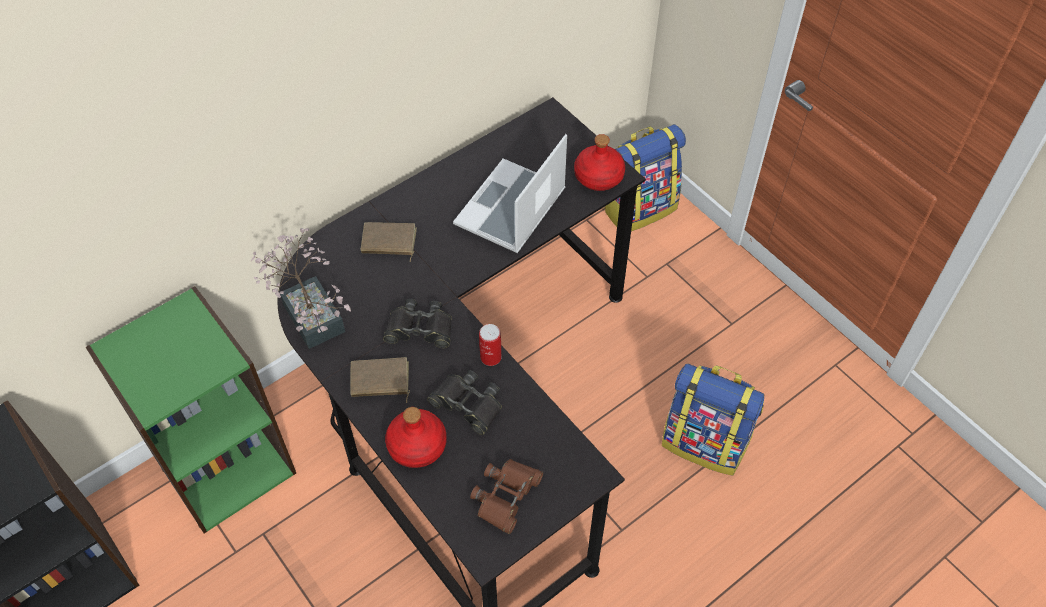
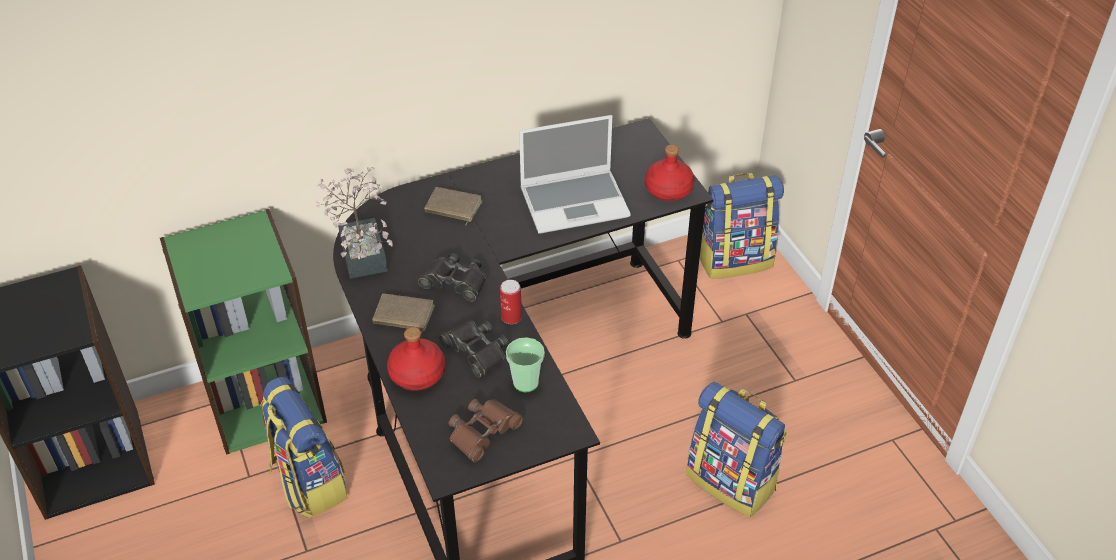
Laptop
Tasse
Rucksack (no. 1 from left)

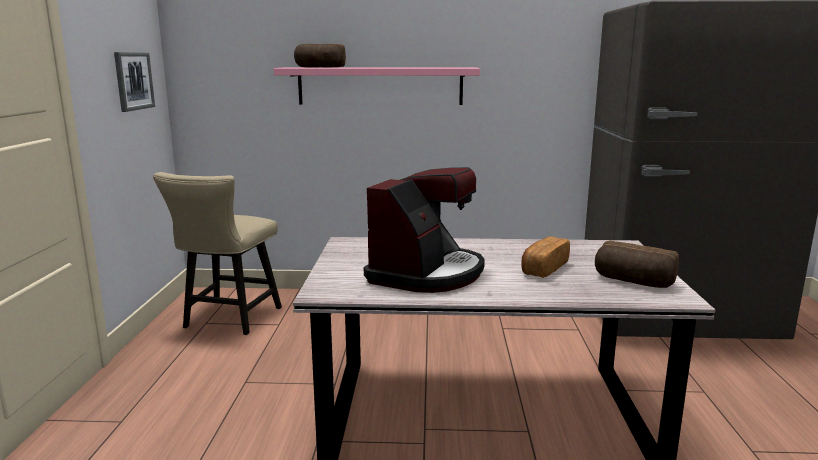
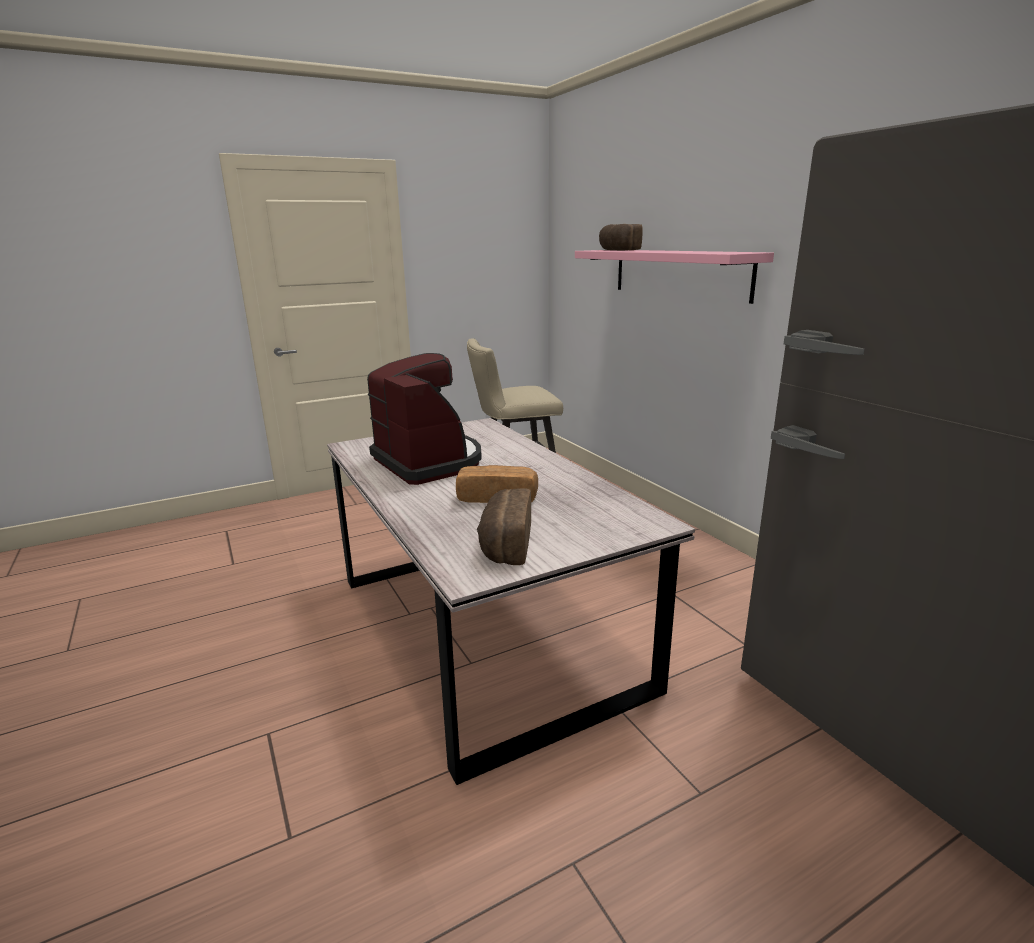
Bild
Kaffeemaschine

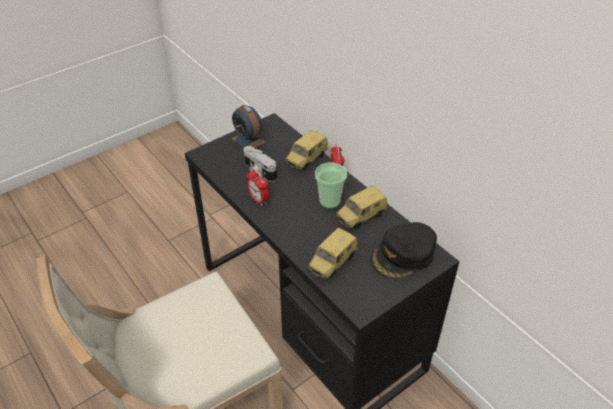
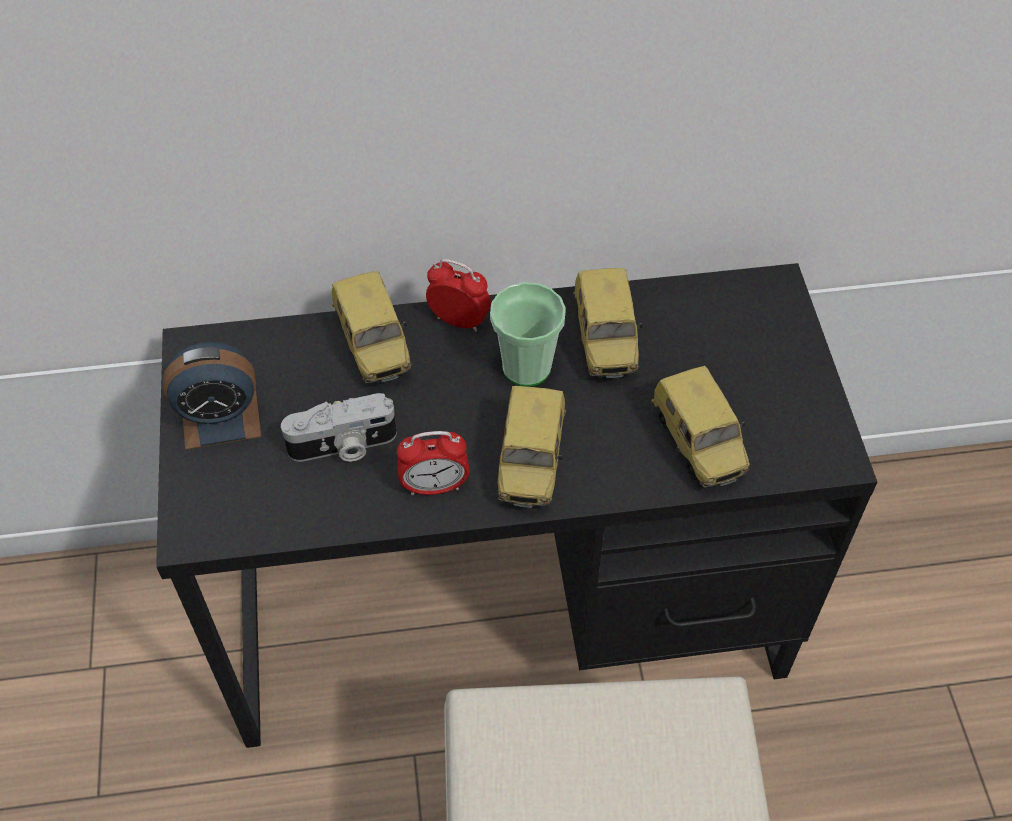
Kappe [schwarz]
Spielzeugauto (no. 2 from left)

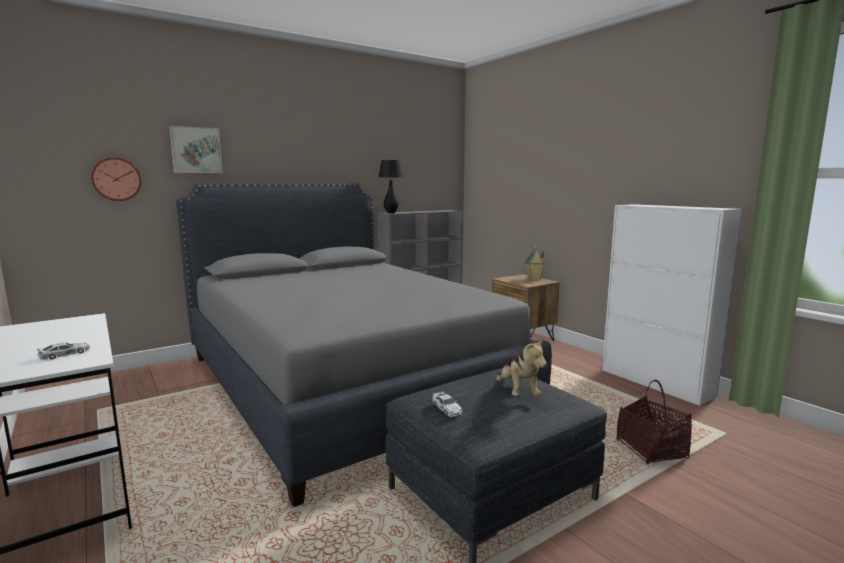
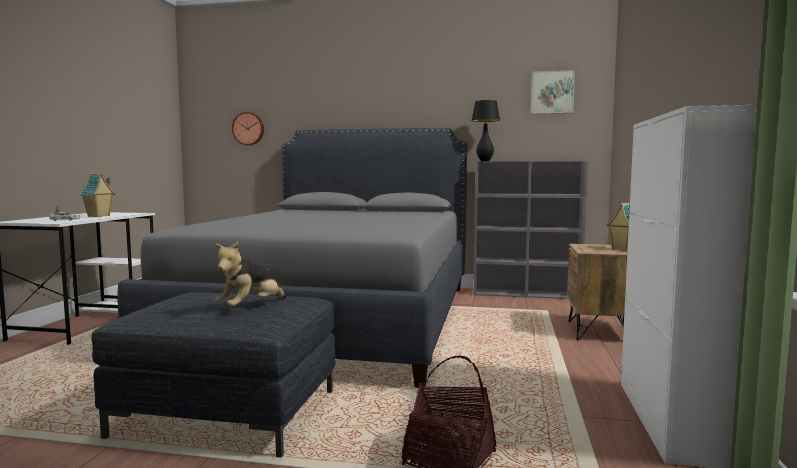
Bild
Spielzeugauto (no. 2 from left in the first image)
Spielzeughaus (no. 1 from left)

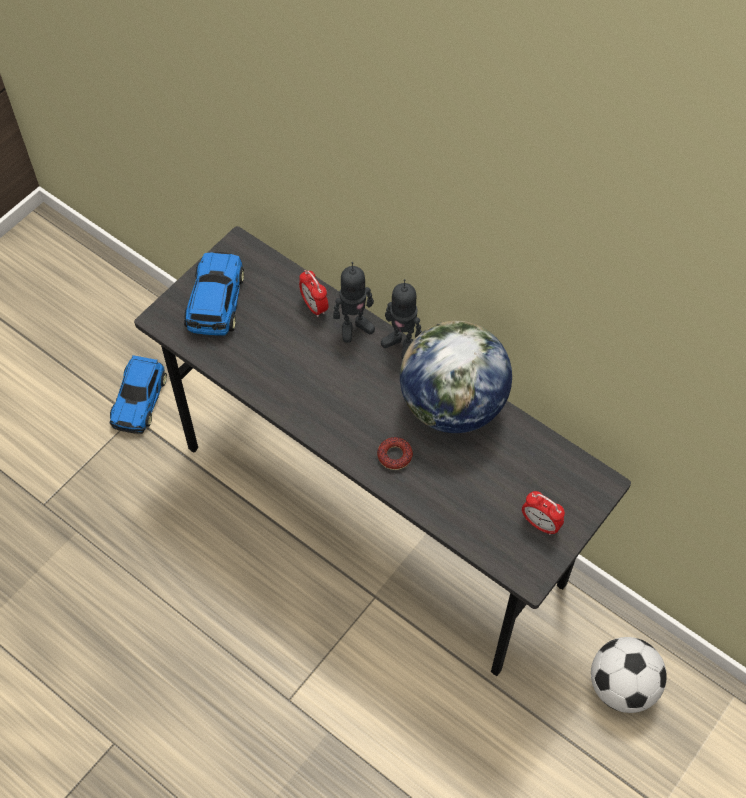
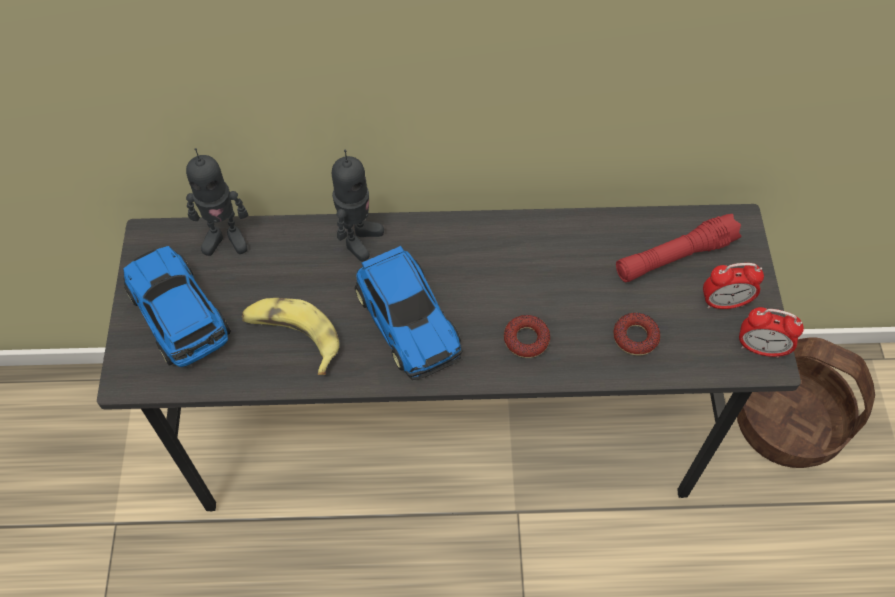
Wecker (no. 2 from left)
Spielzeugroboter (no. 1 from left)
Globus
Spielzeugauto (no. 2 from left)
Korb
Taschenlampe [rot]
Banane
Donut (no. 2 from left)

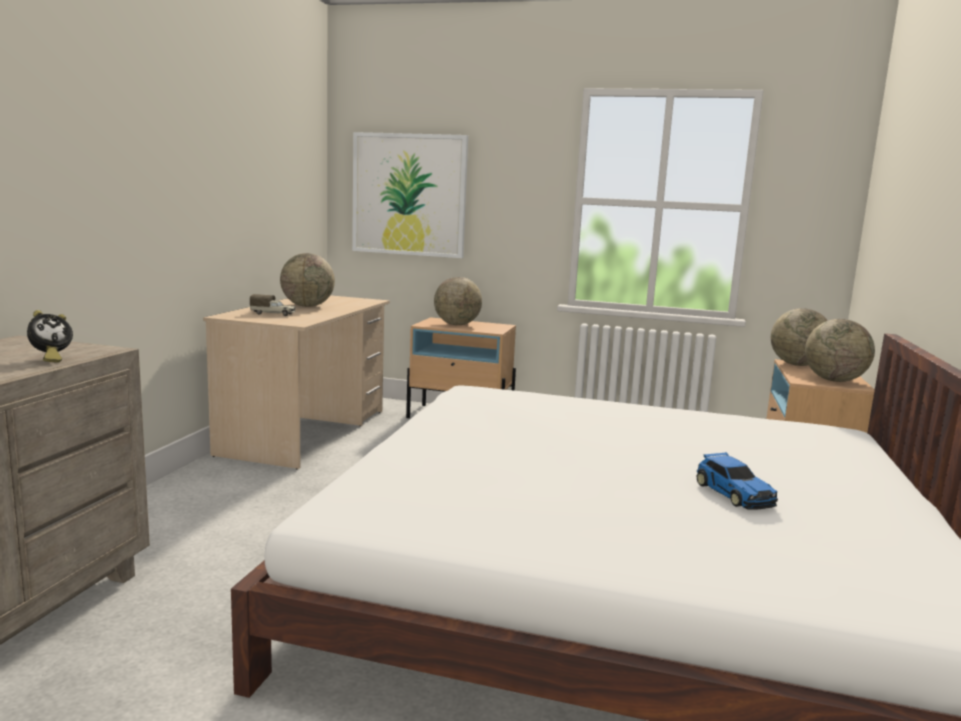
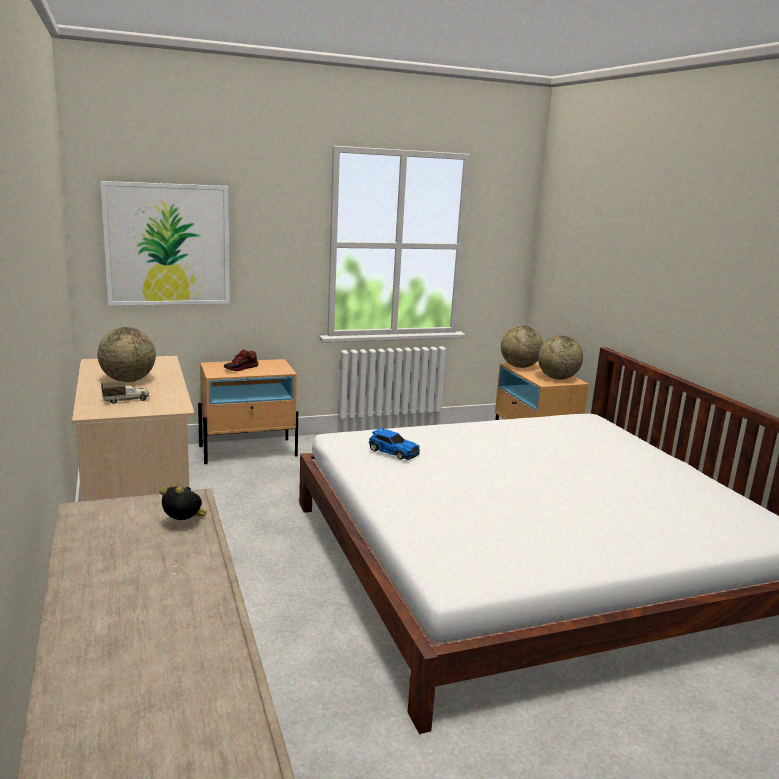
Schuh
Wecker
Spielzeugauto

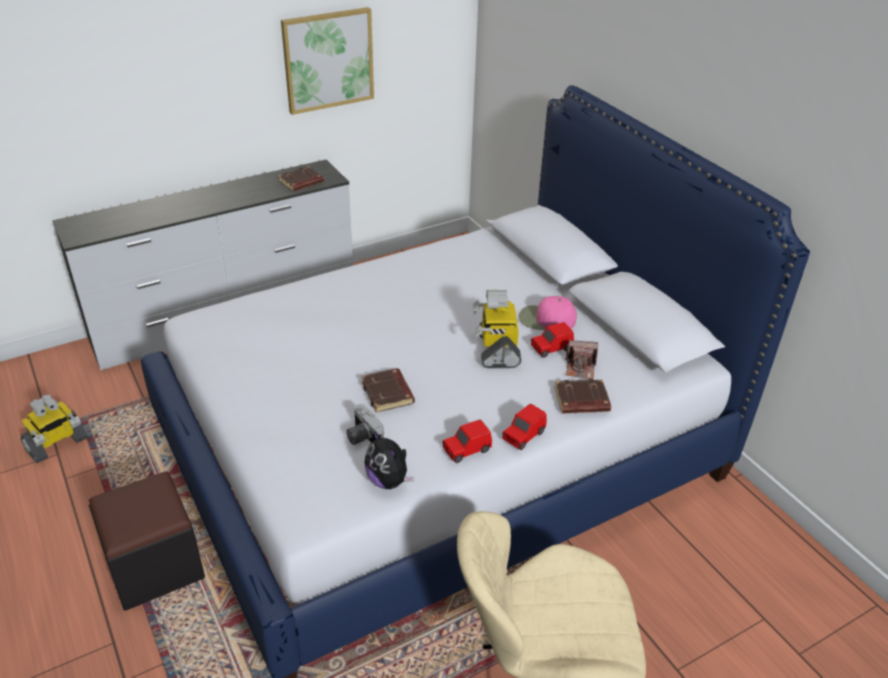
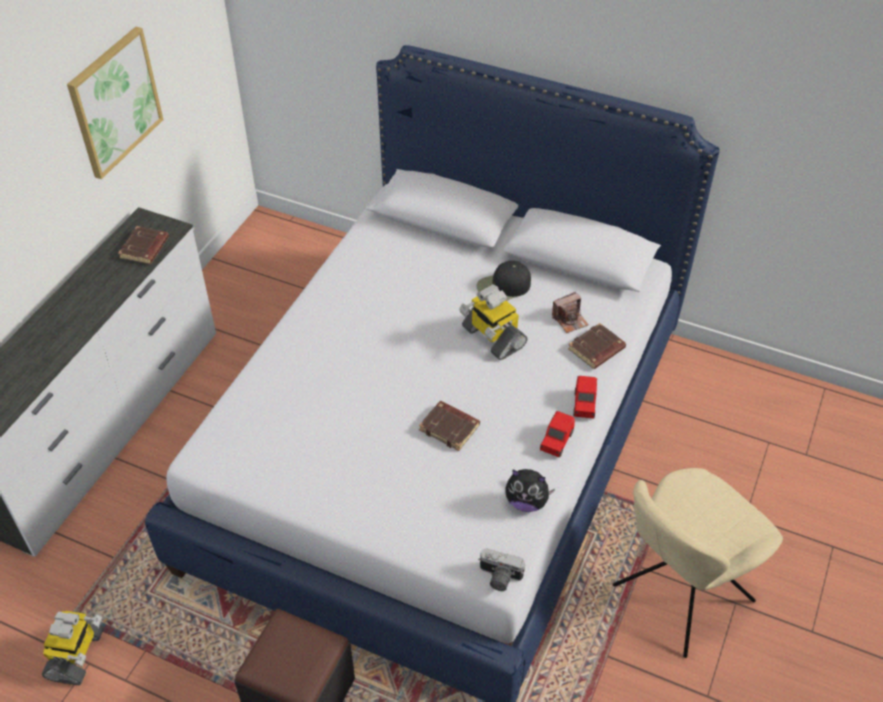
Kappe [schwarz]
Spielzeugauto [rot] (no. 3 from left in the first image)
Kamera (no. 1 from left)

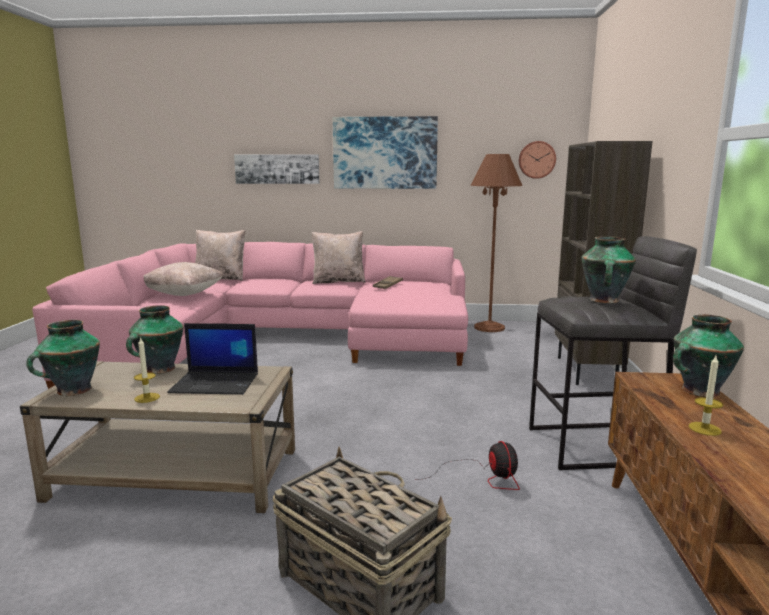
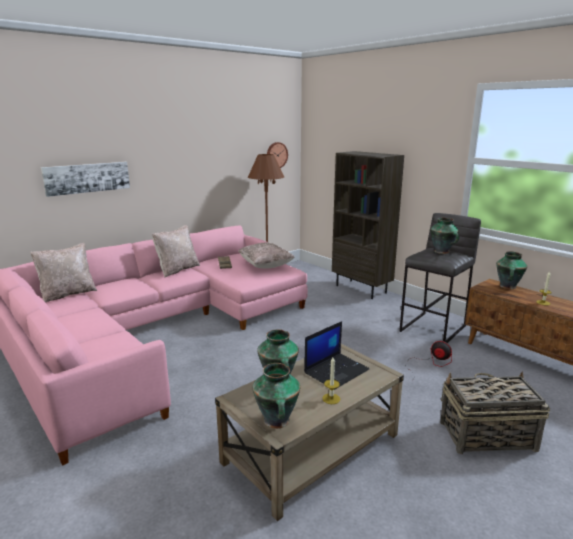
Bild (no. 2 from left in the first image)
Kissen [beige] (no. 3 from left)

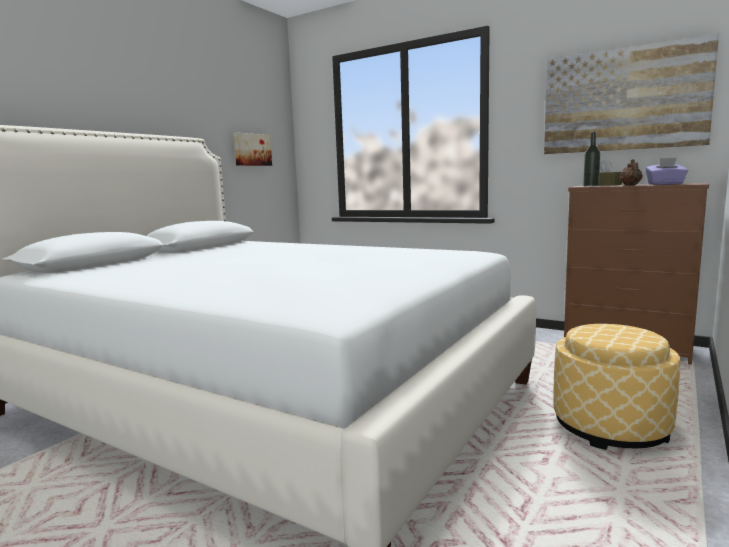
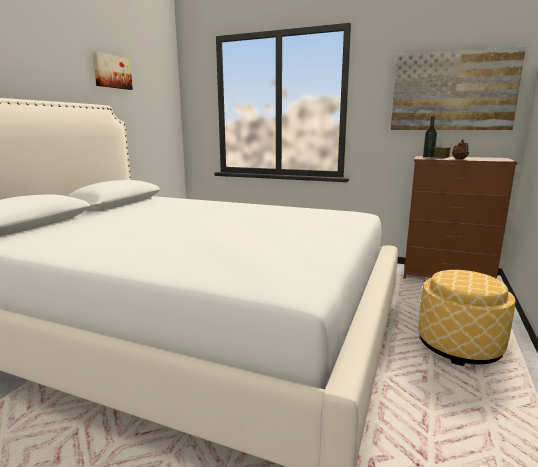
Bild (no. 1 from left)
Taschentuchbox [lila]

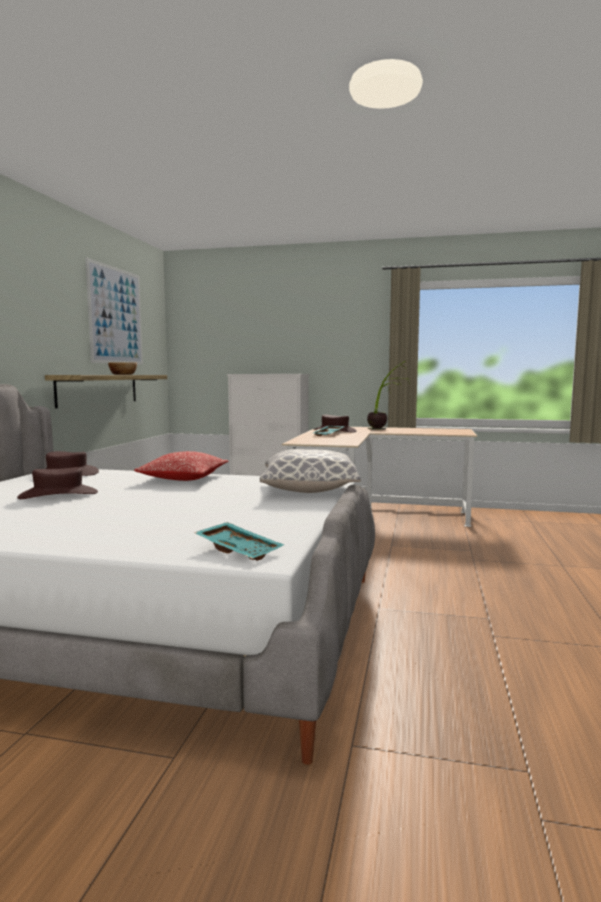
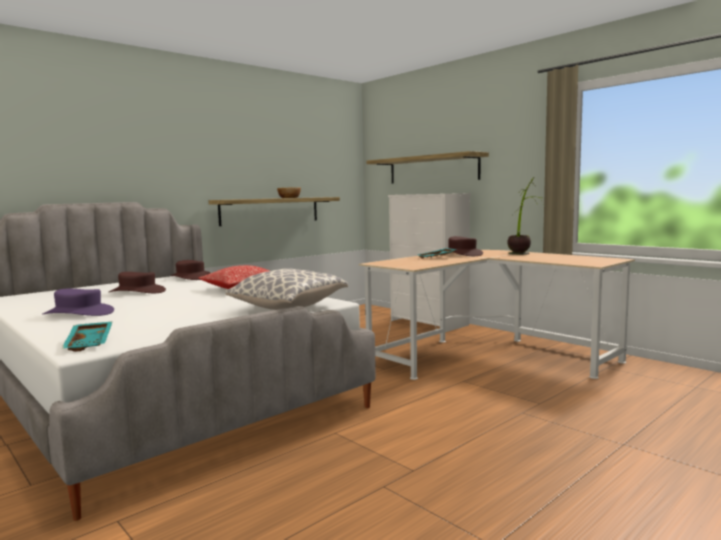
Bild
Wandregal (no. 2 from left)
Hut [lila]

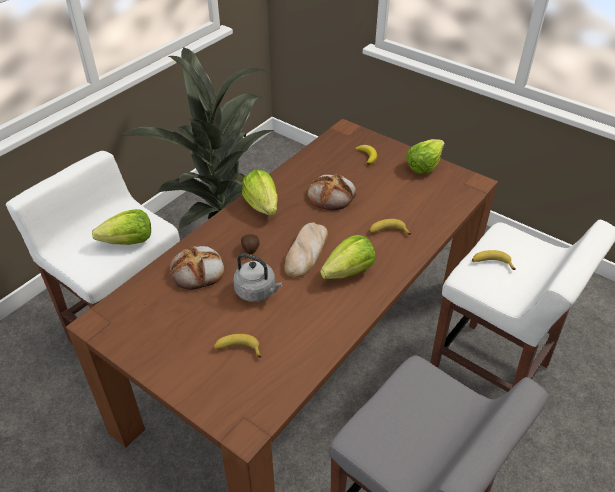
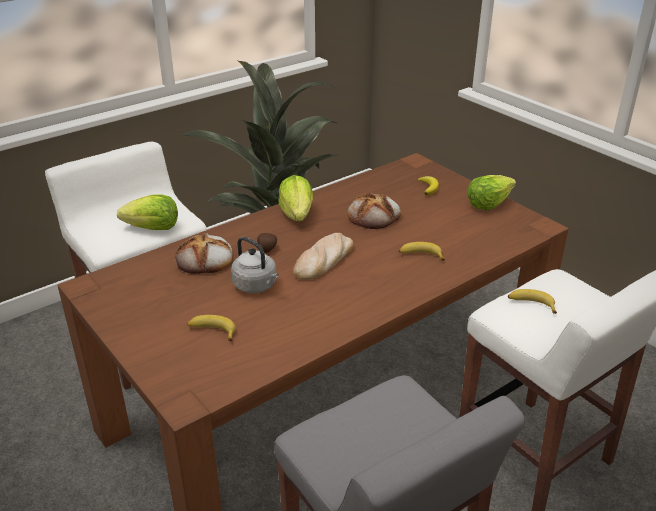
Salatkopf (no. 3 from left in the first image)

